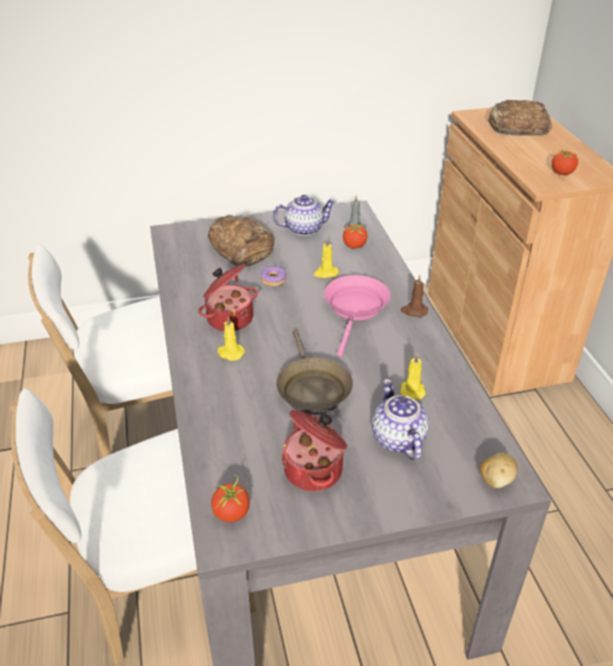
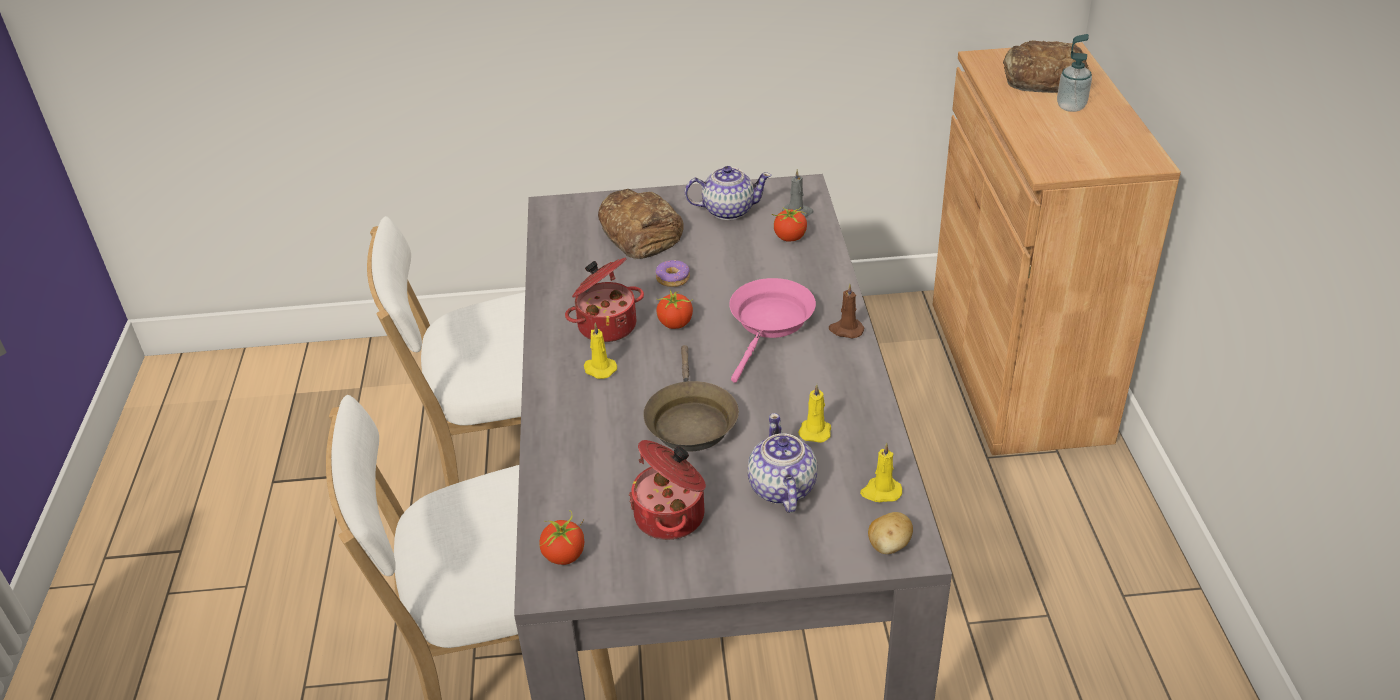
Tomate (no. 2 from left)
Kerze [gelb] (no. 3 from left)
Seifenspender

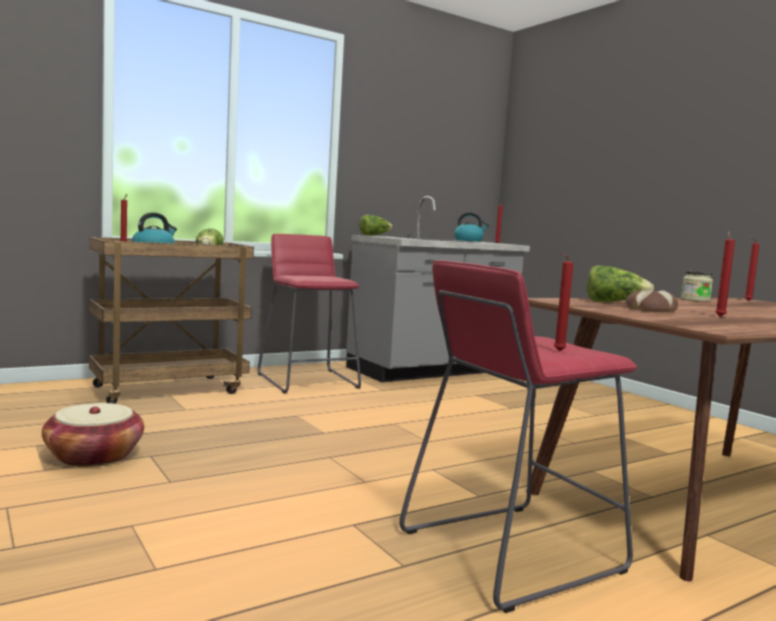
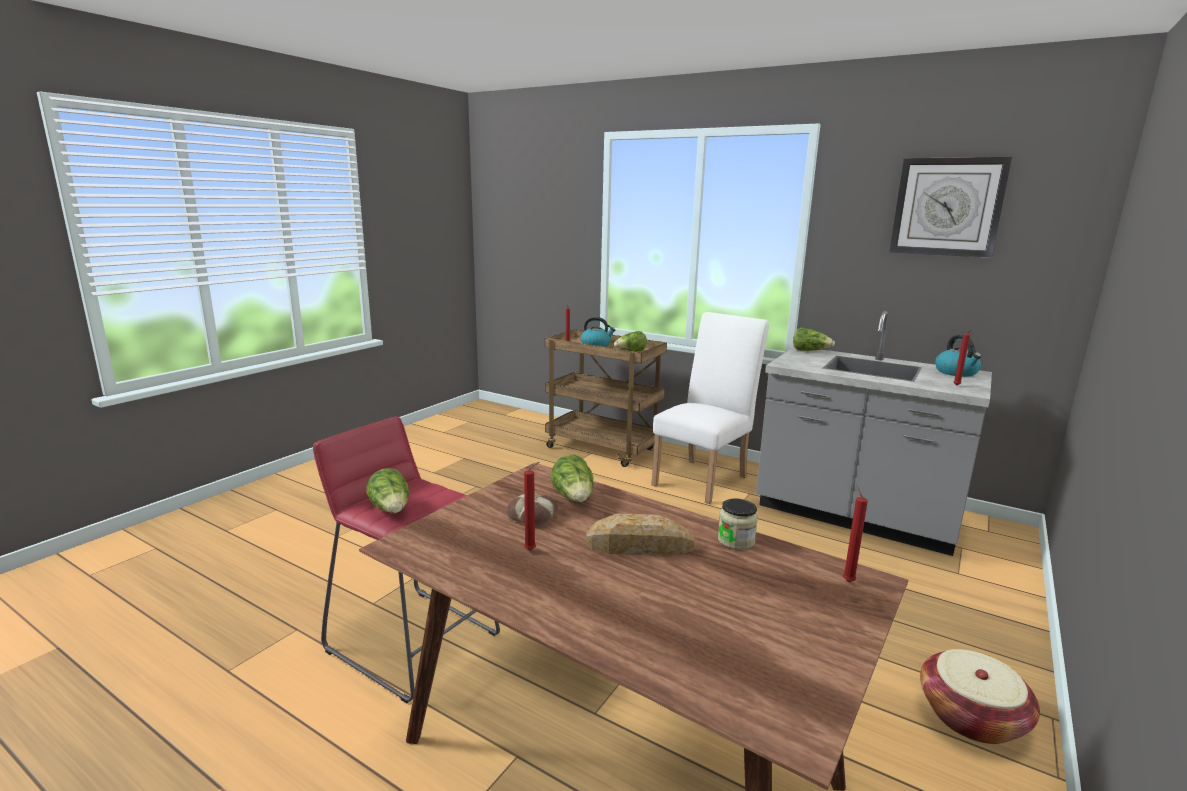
Stuhl [weiß]
Salatkopf (no. 1 from left)
Korb
Wanduhr
Brot (no. 2 from left)

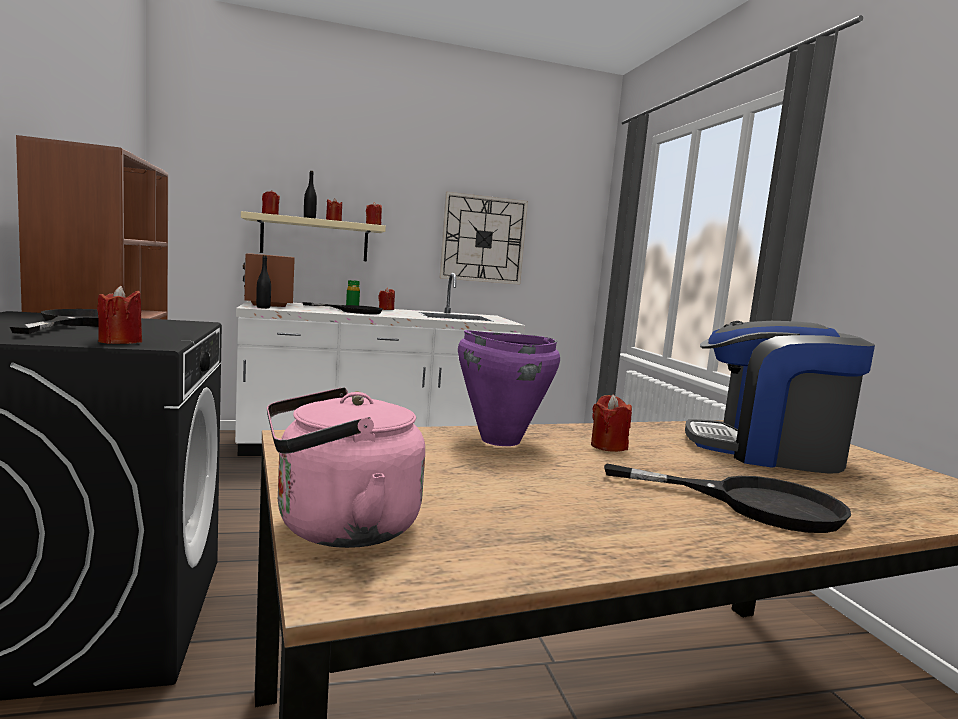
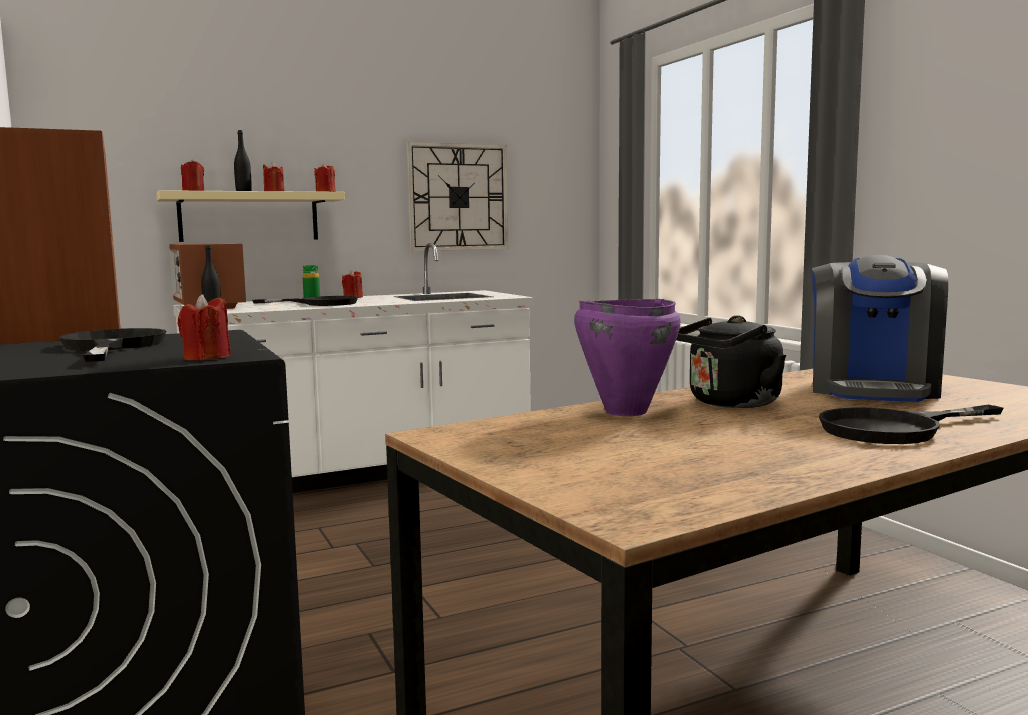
Kaffeemaschine
Wasserkessel [rosa]
Wasserkessel [schwarz]
Pfanne [schwarz] (no. 3 from left)

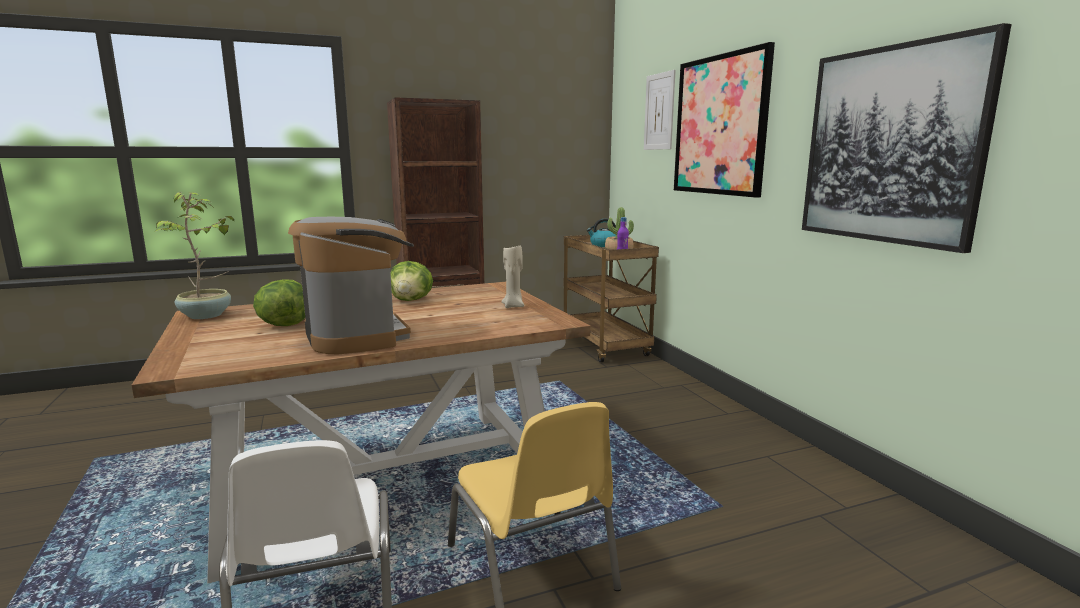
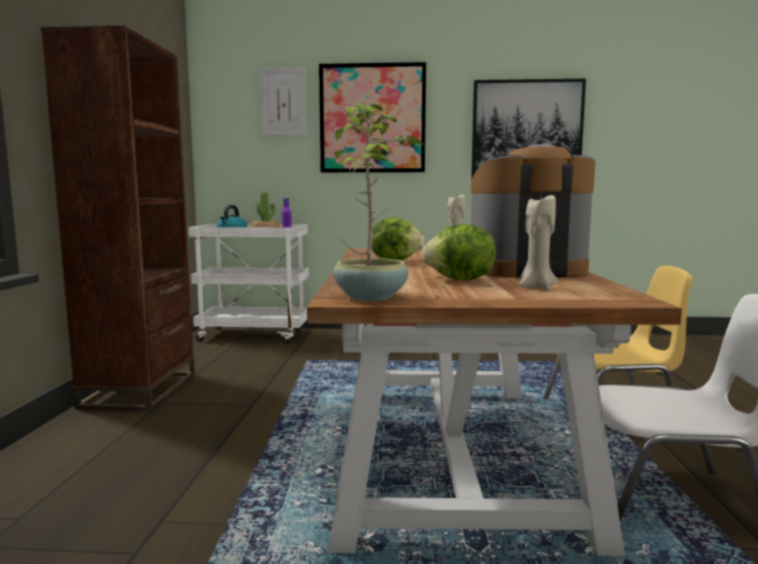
Rollwagen [weiß]
Kerze [beige] (no. 2 from left)

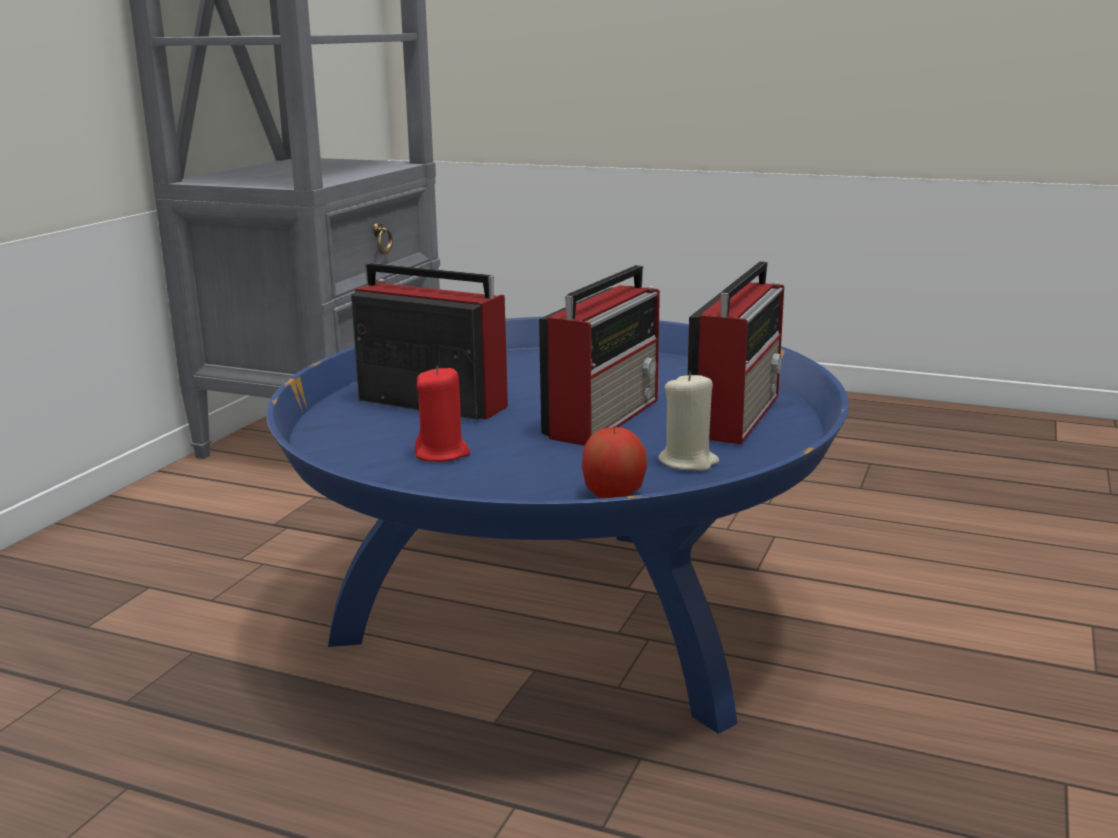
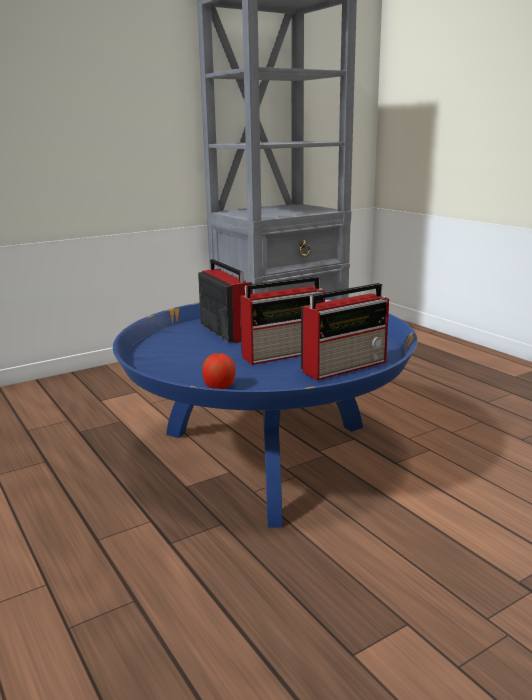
Kerze [rot]
Kerze [beige]

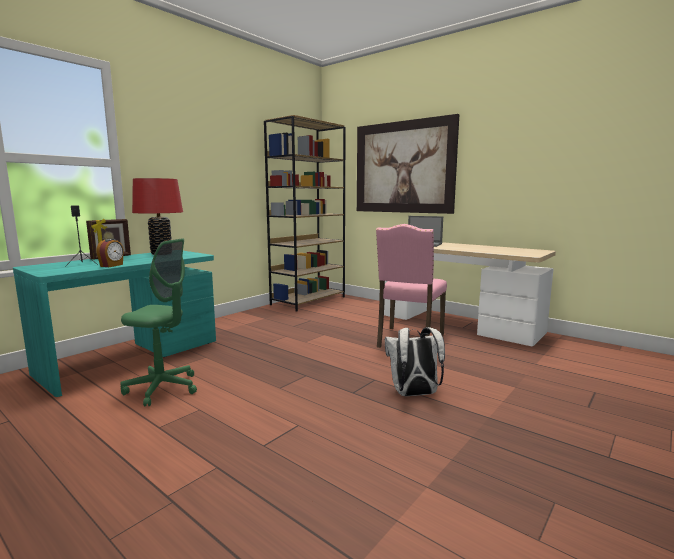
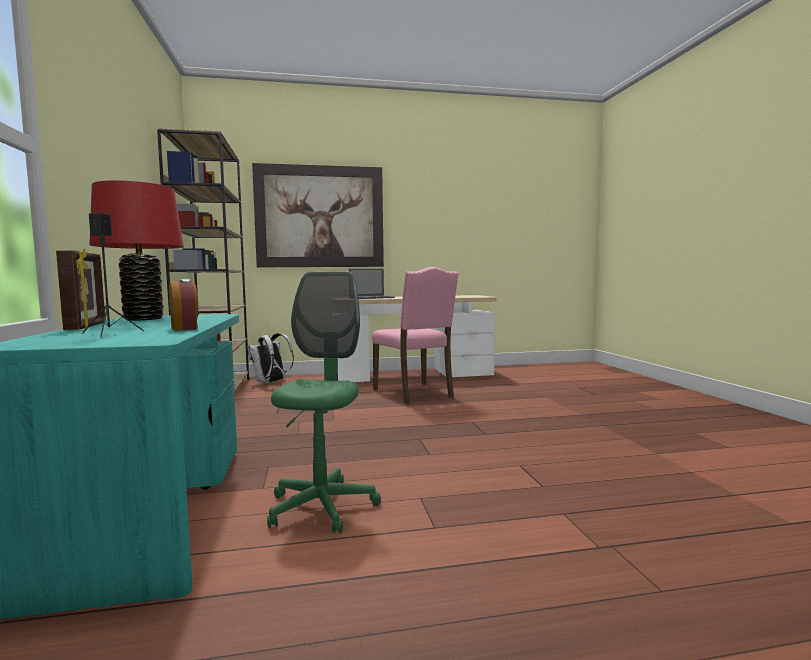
Bürostuhl [grün]
Rucksack [weiß]

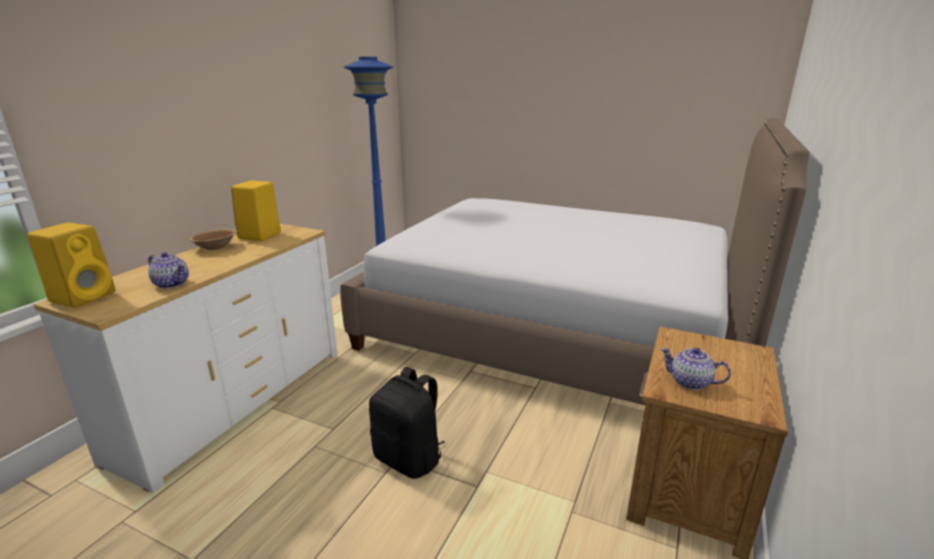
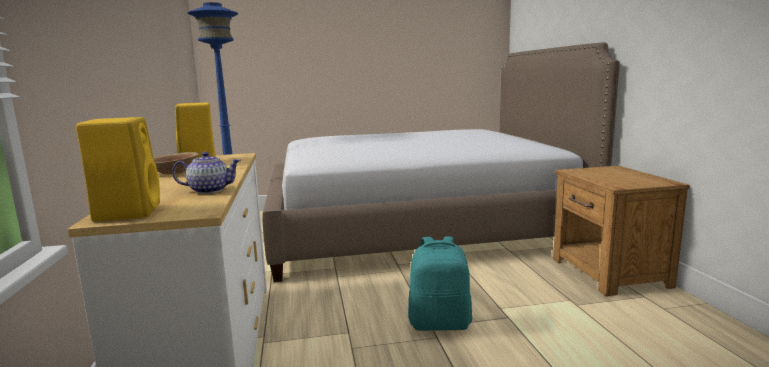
Teekanne (no. 2 from left in the first image)
Rucksack [türkis]

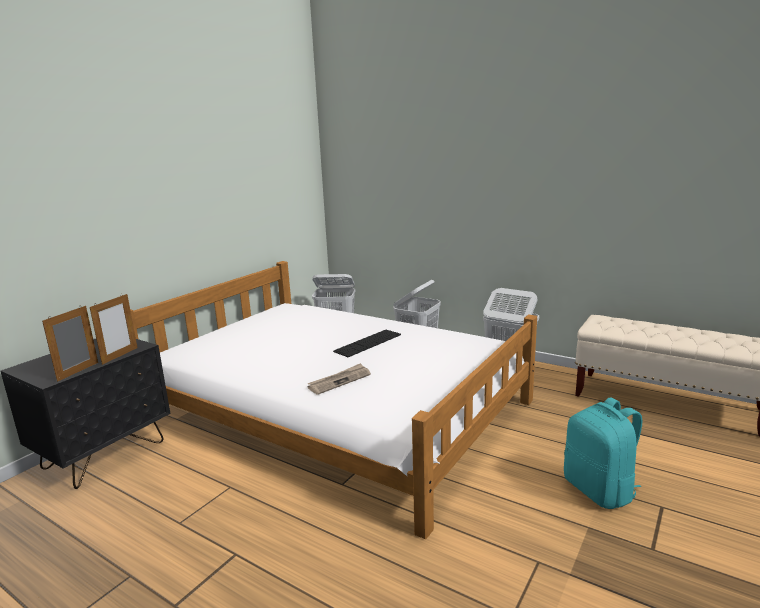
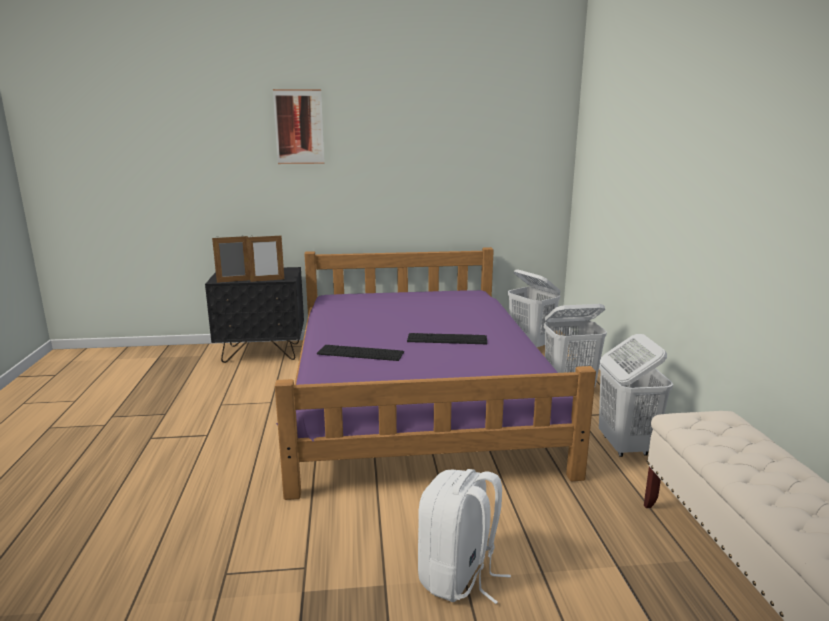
Bett [lila]
Tastatur (no. 1 from left)
Rucksack [weiß]
Bild

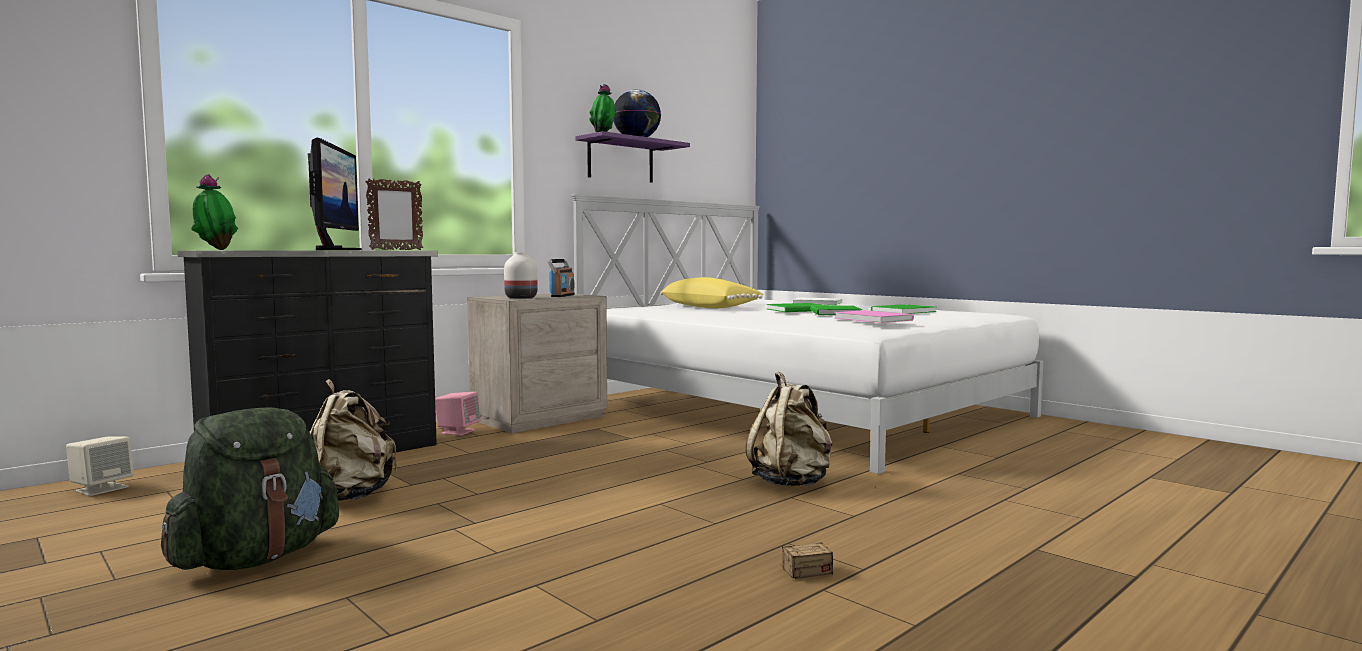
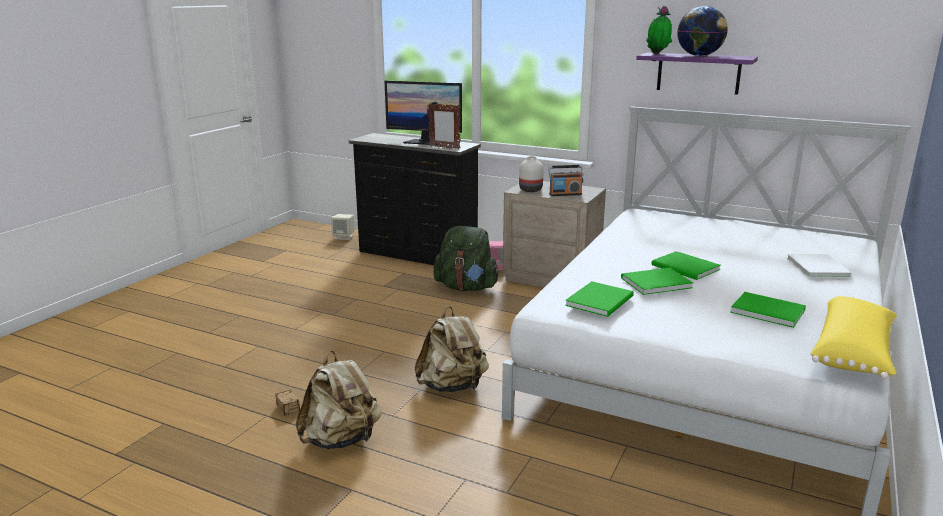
Monitor
Topfpflanze (no. 1 from left in the first image)
Kissen [gelb]
Buch [grün] (no. 1 from left)
Rucksack [beige] (no. 1 from left)
Rucksack [grün]

